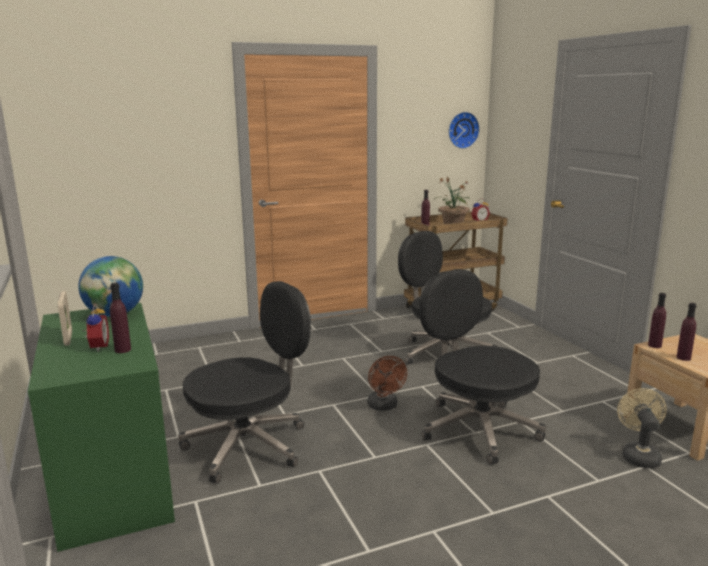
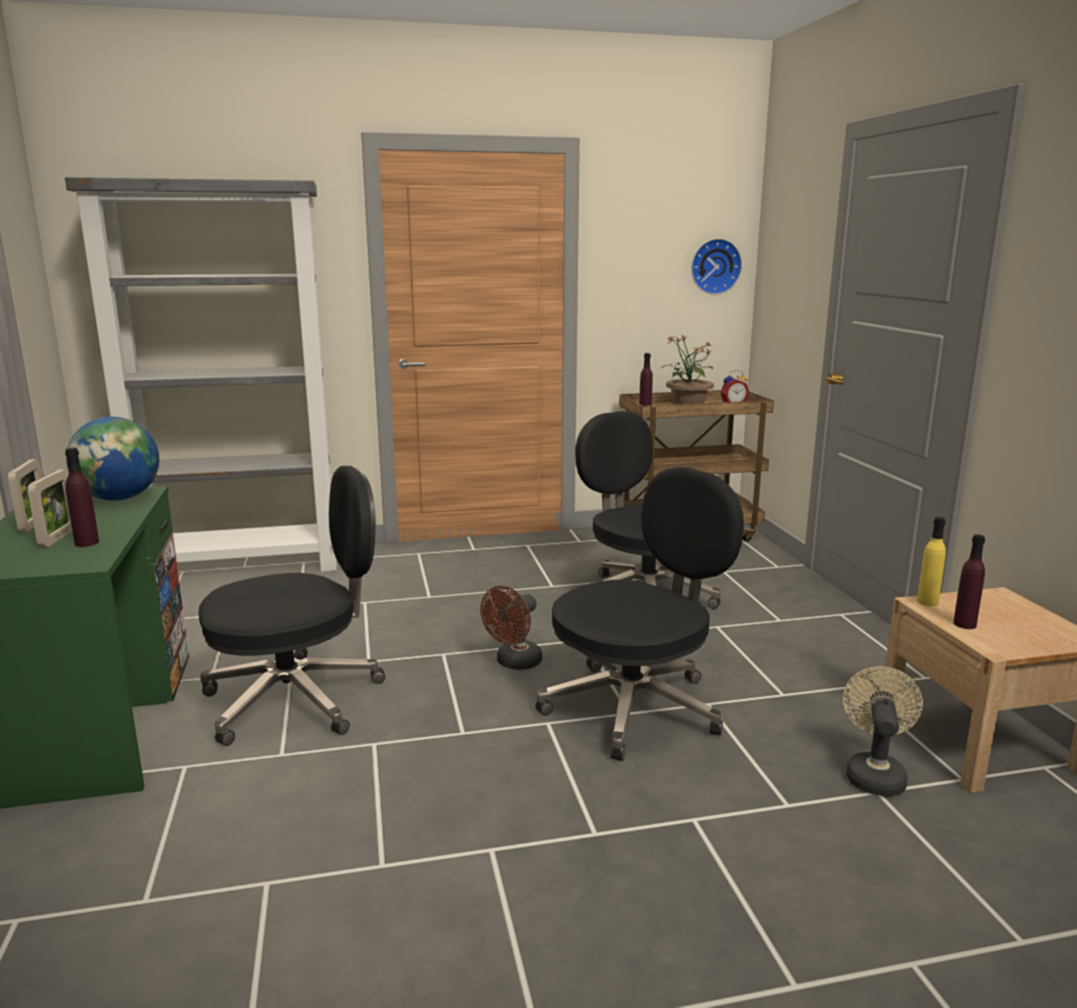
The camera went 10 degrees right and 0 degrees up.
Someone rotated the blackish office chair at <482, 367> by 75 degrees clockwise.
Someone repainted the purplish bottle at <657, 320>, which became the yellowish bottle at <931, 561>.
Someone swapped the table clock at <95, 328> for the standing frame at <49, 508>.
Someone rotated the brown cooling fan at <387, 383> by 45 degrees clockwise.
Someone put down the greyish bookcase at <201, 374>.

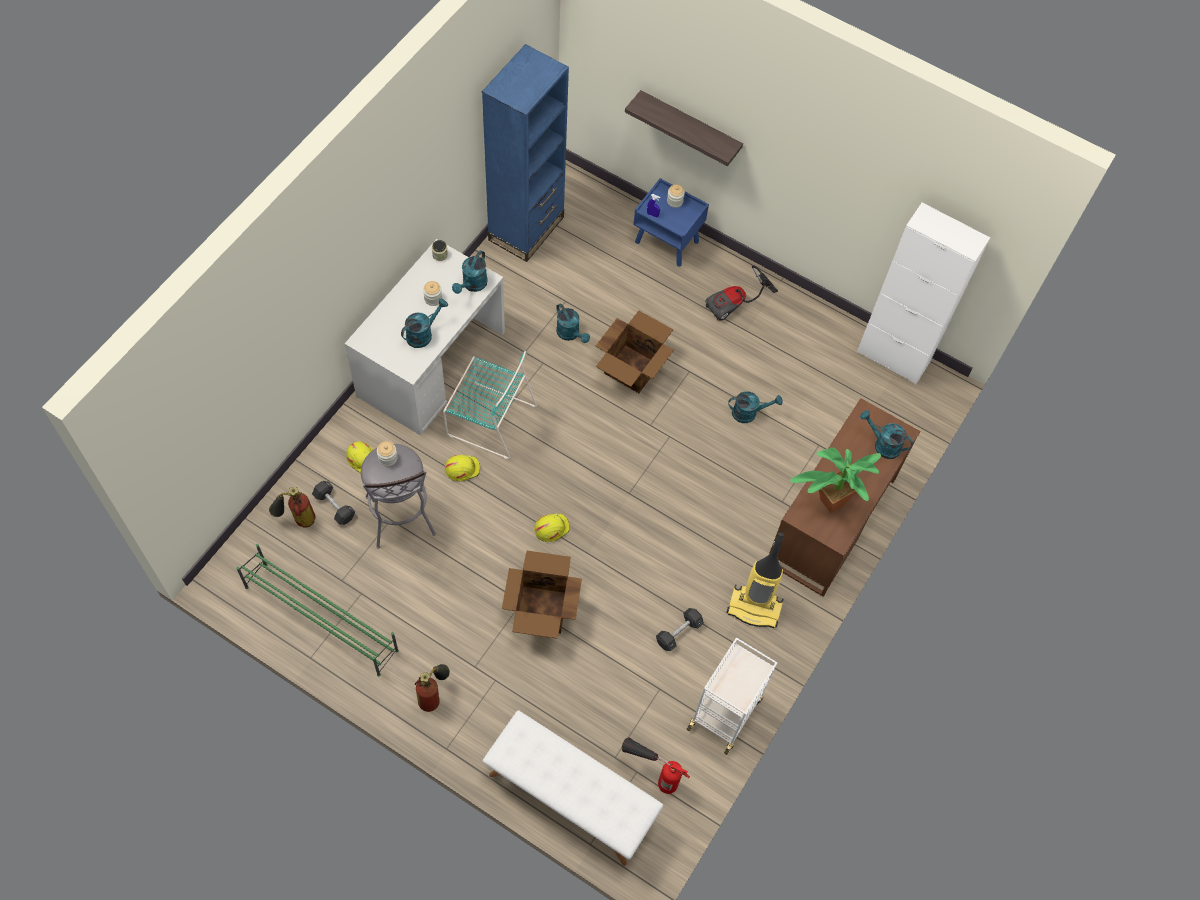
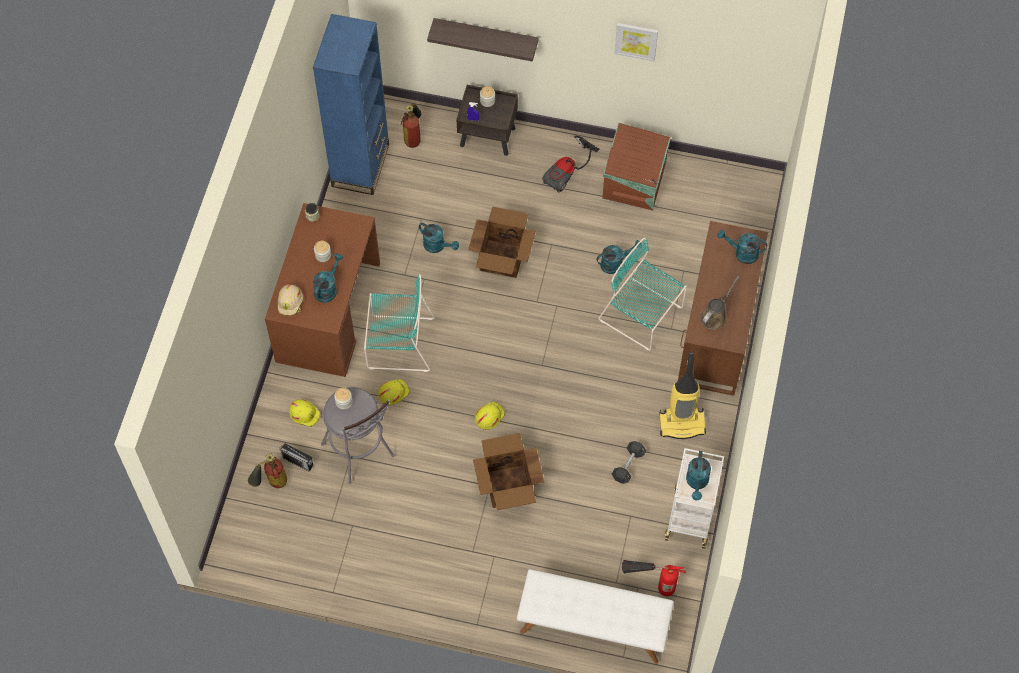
The camera went 15 degrees left and 0 degrees up.
Someone repainted the bluish bedside table at <671, 222>, which became the brown bedside table at <487, 120>.
Someone took away the white-coloured storage cabinet at <923, 293>.
Someone repainted the white-coloured desk table at <425, 337>, which became the brown desk table at <322, 290>.
Someone carried the blue-green watering pot from <470, 272> to <698, 476>.
Someone swapped the potted plant at <835, 480> for the brown watering pot at <719, 303>.
Someone swapped the blackish free weight at <333, 503> for the radio receiver at <296, 457>.
Someone took away the greenish shoe stand at <317, 610>.
Someone carried the fire extinguisher from <432, 688> to <411, 126>.
Someone put up the picture at <636, 42>.
Someone put down the brown storage box at <636, 166>.
Someone put down the blue-green plain chair at <642, 294>.
Someone put down the beige safety helmet at <290, 300>.

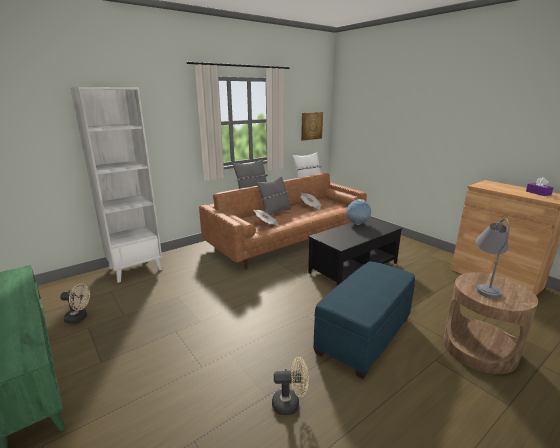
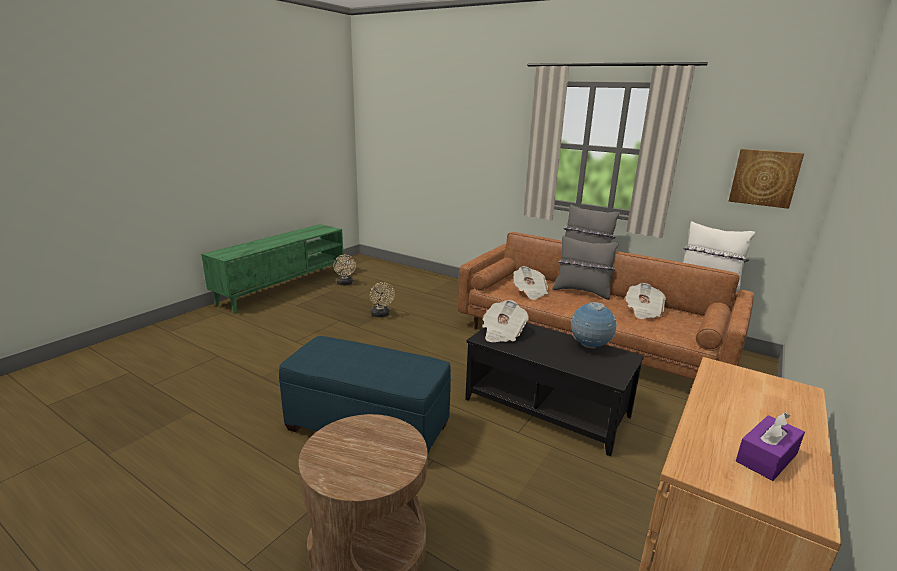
The camera went 70 degrees right and 0 degrees up.
Someone took away the white-coloured bookcase at <116, 185>.
Someone took away the greyish table lamp at <493, 258>.
Someone carried the beige cooling fan from <290, 386> to <382, 299>.
Someone put down the daily paper at <505, 321>.

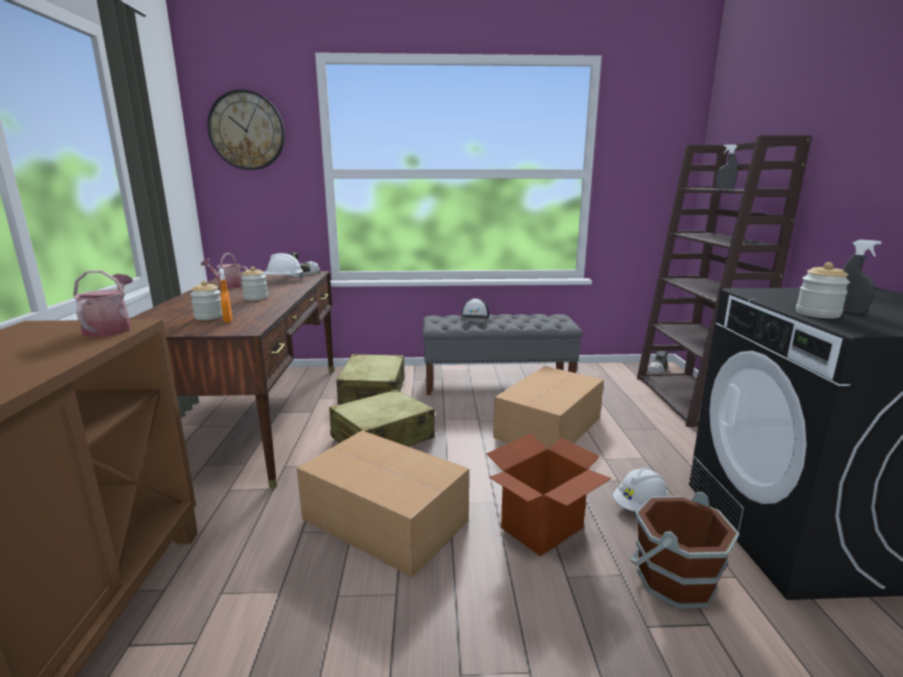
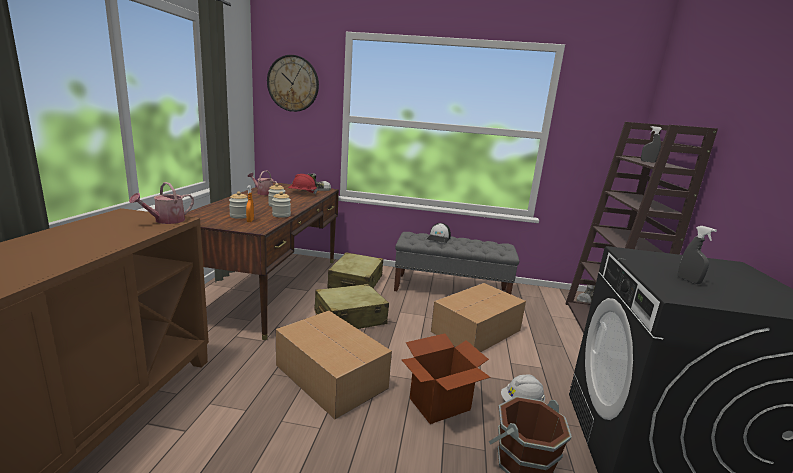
The camera went 10 degrees right and 0 degrees up.
Someone repainted the white-coloured safety helmet at <283, 266>, which became the red-coloured safety helmet at <302, 184>.
Someone carried the preserve jar from <823, 290> to <281, 204>.
Someone rotated the watering pot at <103, 304> by 150 degrees counterclockwise.

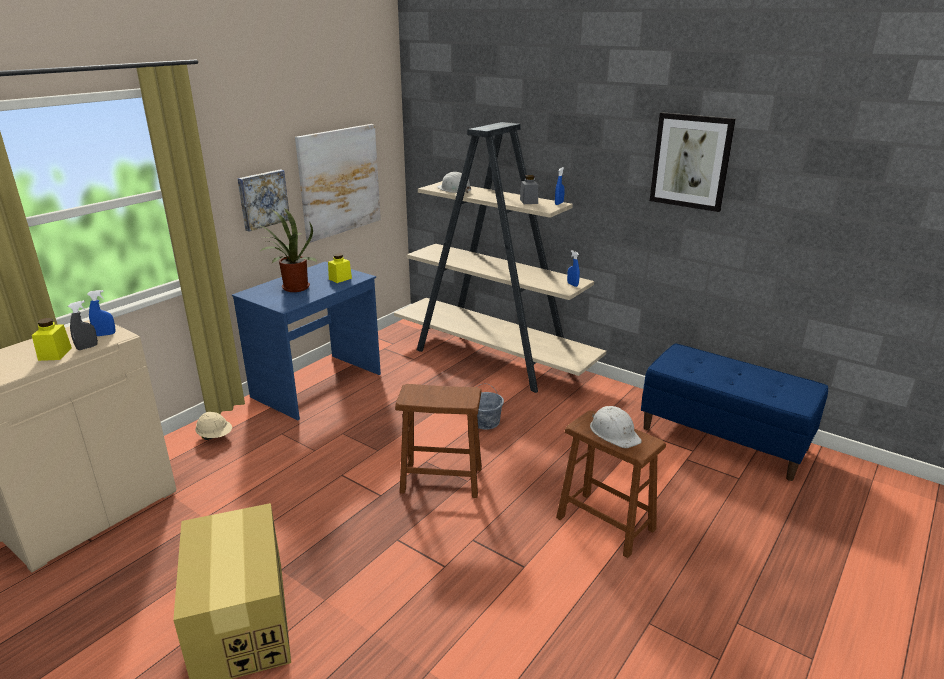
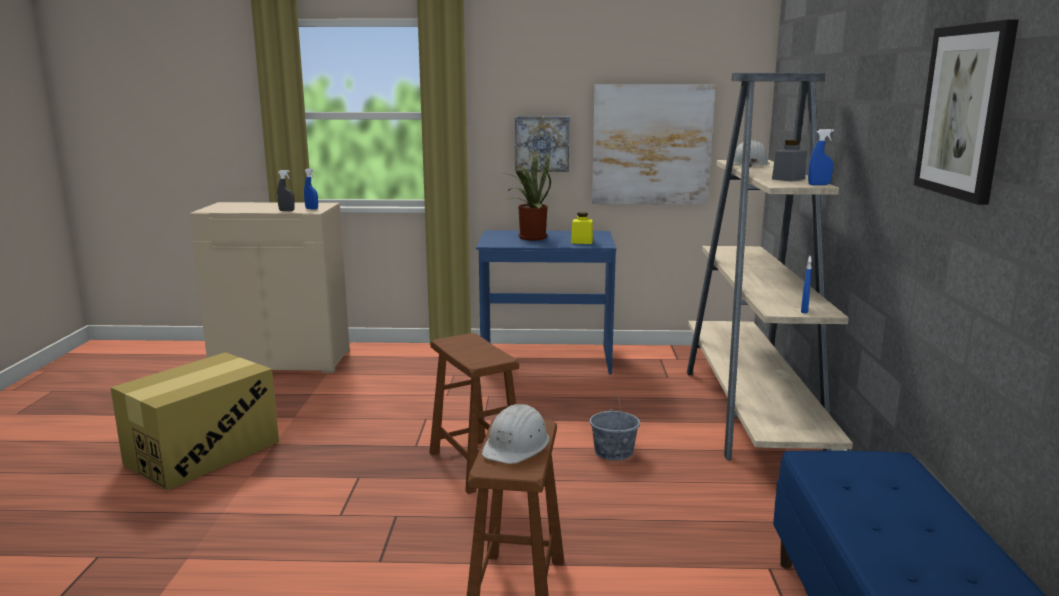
The camera went 55 degrees right and 10 degrees down.
Someone took away the yellowish preserve jar at <52, 339>.
Someone took away the beige safety helmet at <213, 426>.

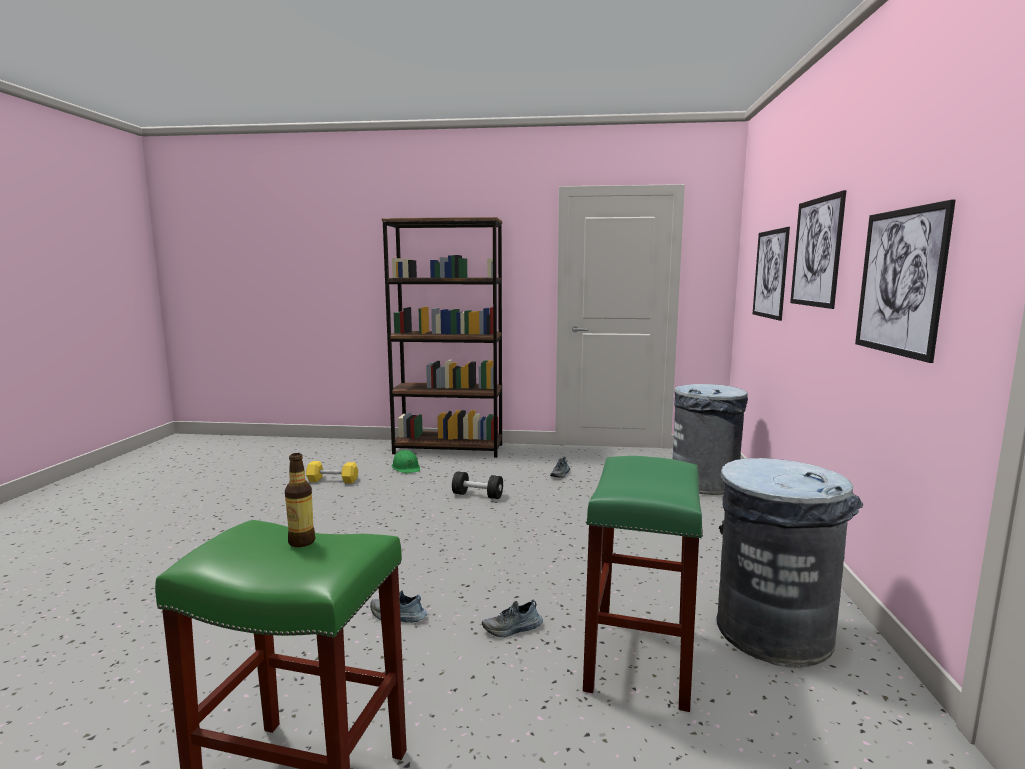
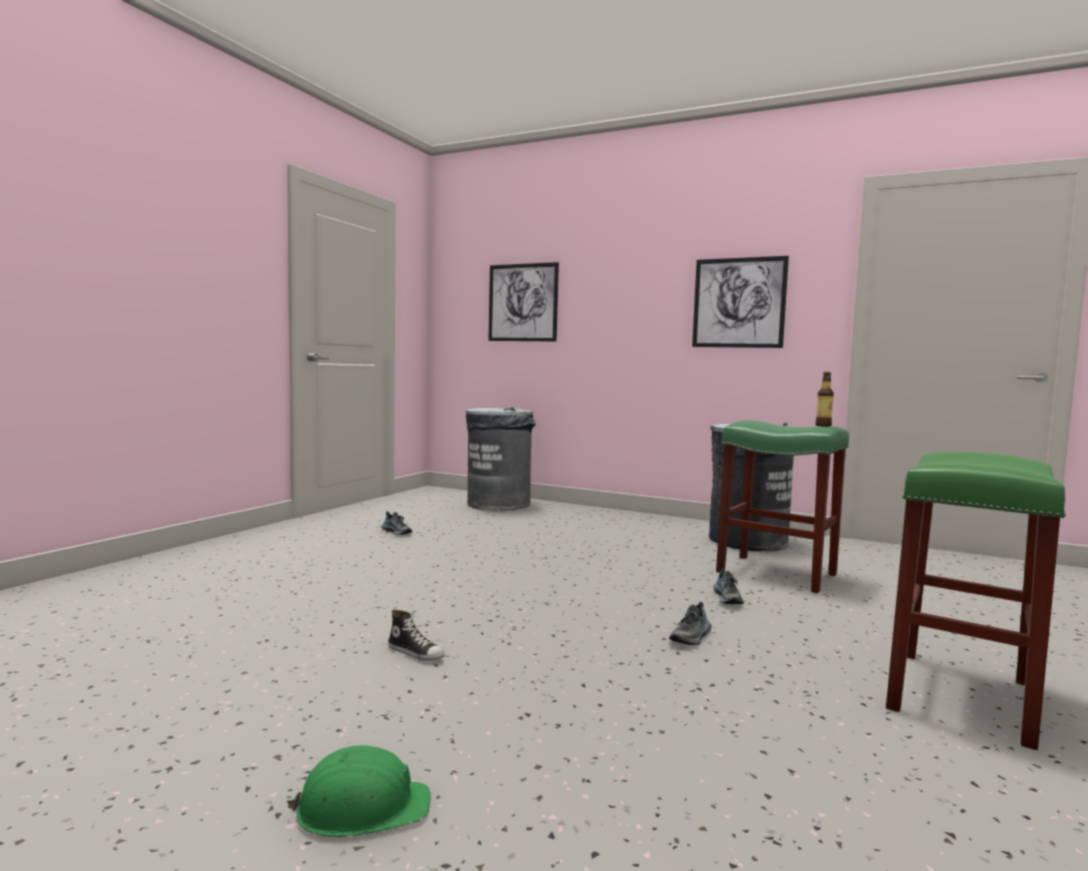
The camera went 70 degrees left and 5 degrees down.
Someone took away the picture at <818, 249>.
Someone took away the brown bookcase at <442, 337>.
Someone carried the greenish safety helmet from <406, 461> to <359, 791>.
Someone carried the bottle from <300, 500> to <824, 399>.
Someone took away the yellowish free weight at <332, 472>.
Someone took away the blackish free weight at <477, 485>.
Someone put down the low shoe at <416, 635>.

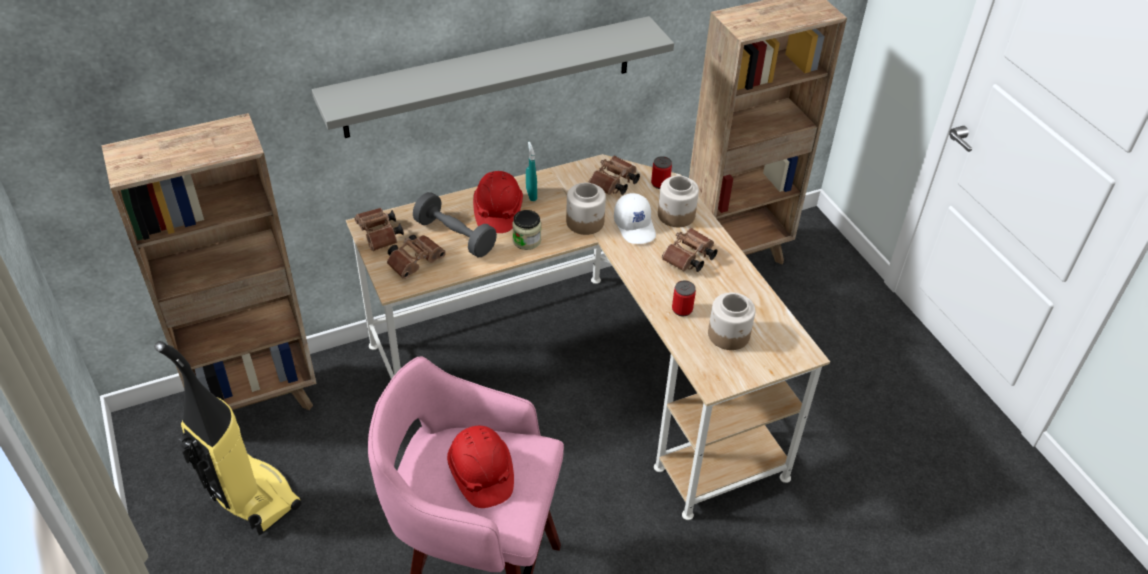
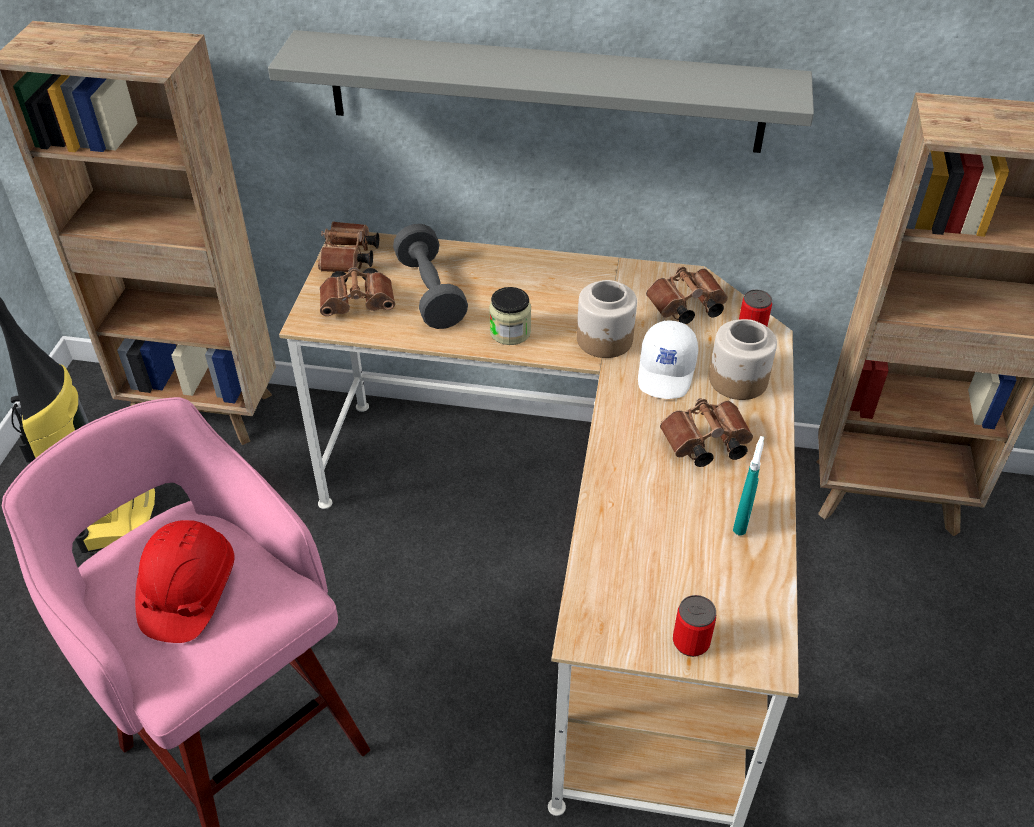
The camera went 35 degrees right and 0 degrees up.
Someone carried the blue-green sprayer from <531, 171> to <748, 486>.
Someone took away the red-coloured safety helmet at <498, 202>.
Someone carried the can from <684, 298> to <694, 626>.
Someone took away the preserve jar at <732, 321>.

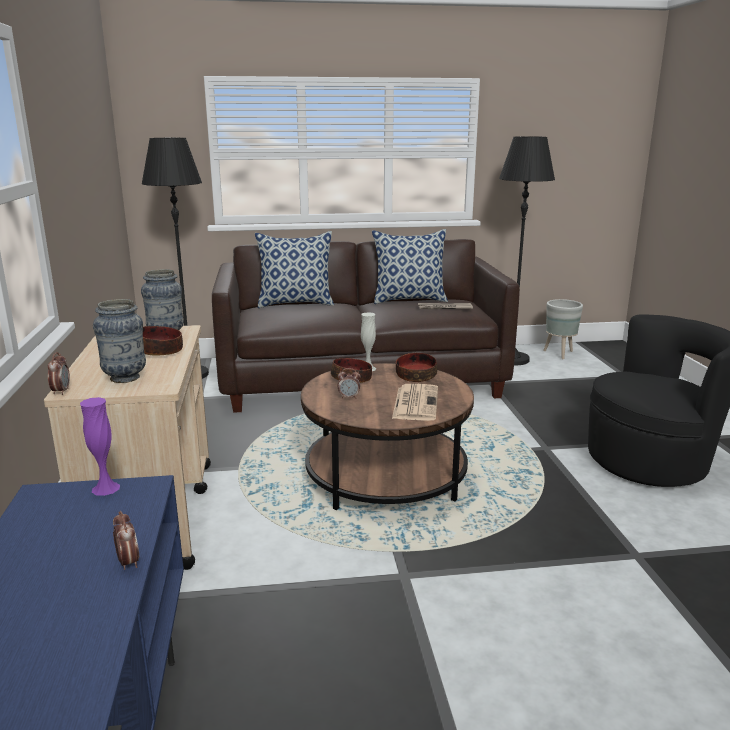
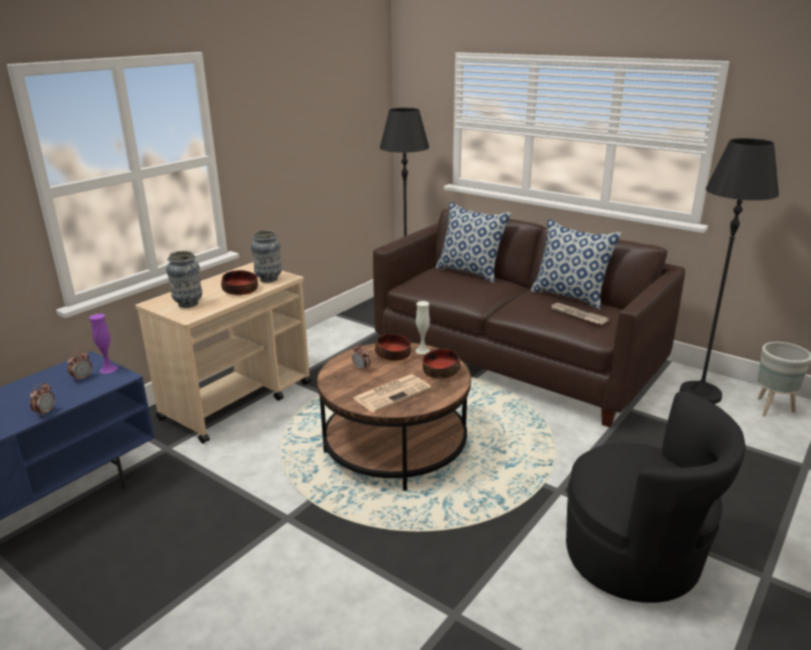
The camera went 45 degrees right and 5 degrees up.
Someone carried the table clock from <59, 373> to <79, 366>.

